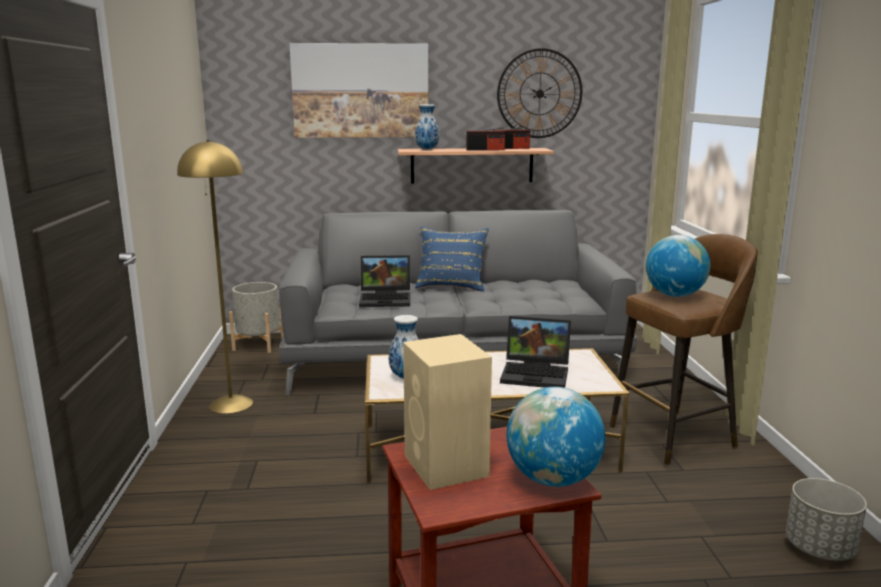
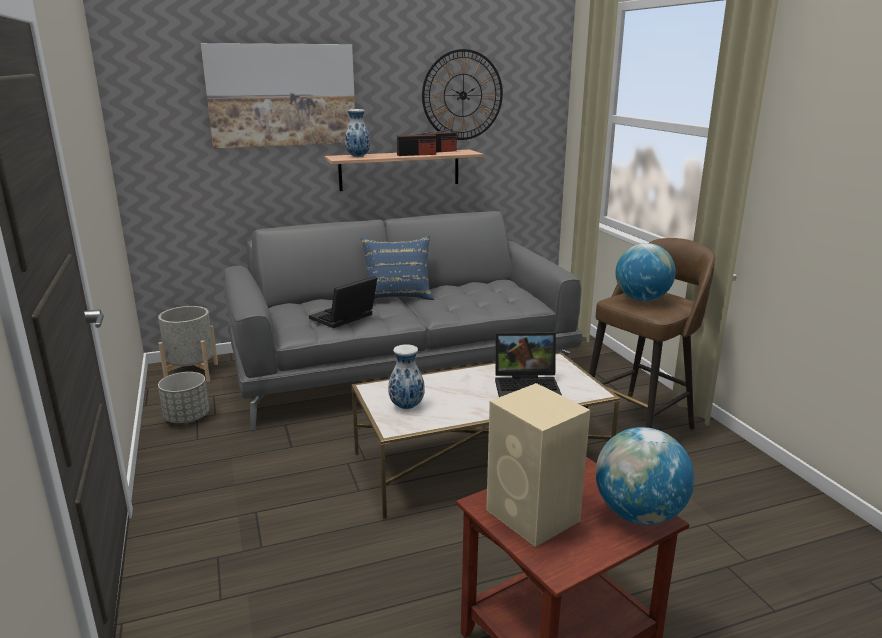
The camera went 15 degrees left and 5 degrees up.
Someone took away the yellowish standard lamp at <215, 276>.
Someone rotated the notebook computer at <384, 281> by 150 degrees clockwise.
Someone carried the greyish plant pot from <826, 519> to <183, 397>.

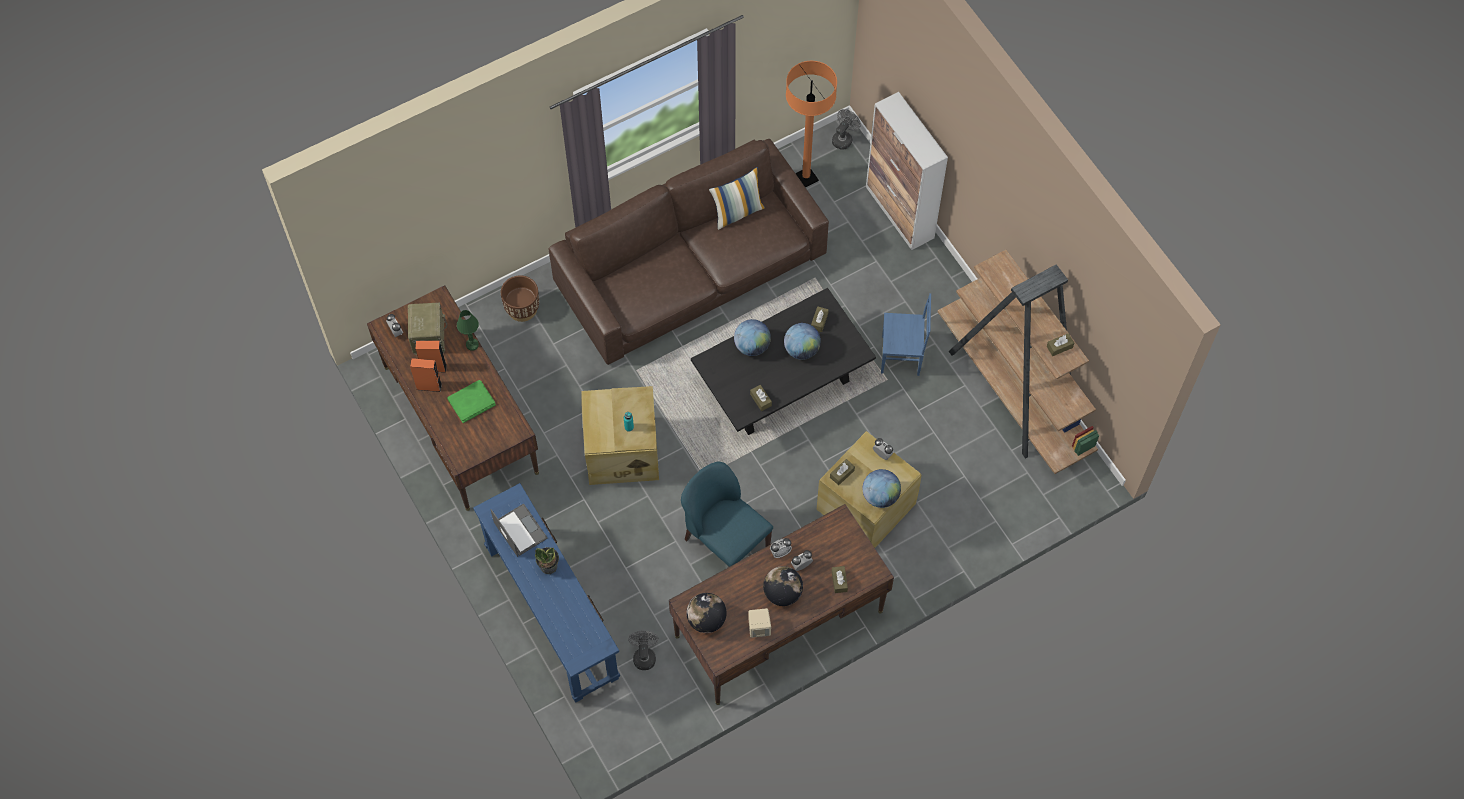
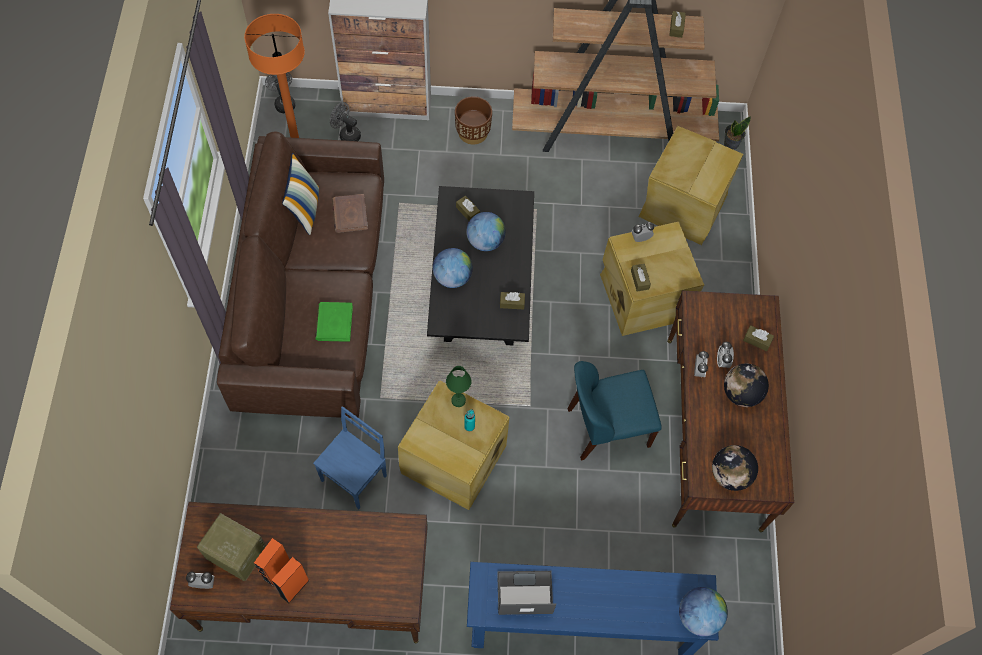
The camera went 60 degrees left and 0 degrees up.
Someone carried the brown plant pot from <520, 298> to <473, 120>.
Someone carried the bluish plain chair from <906, 334> to <350, 457>.
Someone carried the greenish table lamp from <468, 330> to <459, 386>.
Someone carried the greenish volume from <471, 401> to <334, 322>.
Someone carried the globe from <881, 488> to <703, 611>.
Someone carried the potted plant from <547, 560> to <737, 133>.
Someone took away the beige loudspeaker at <759, 623>.
Someone carried the greyish cooling fan from <643, 650> to <345, 121>.
Someone put down the beige storage box at <690, 185>.
Someone put down the brown volume at <350, 213>.

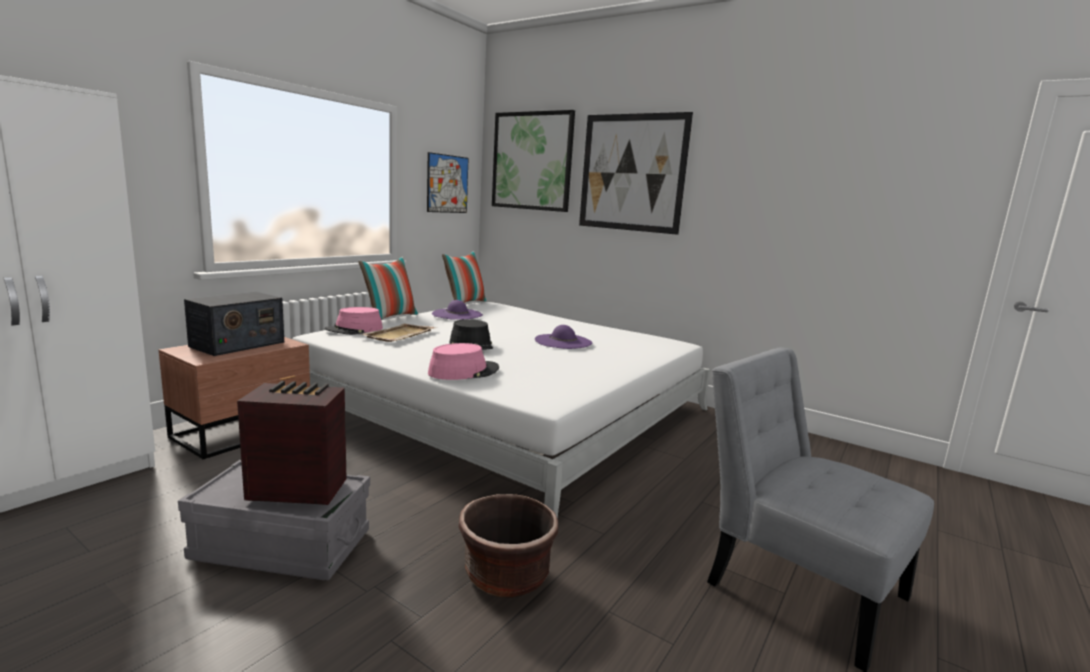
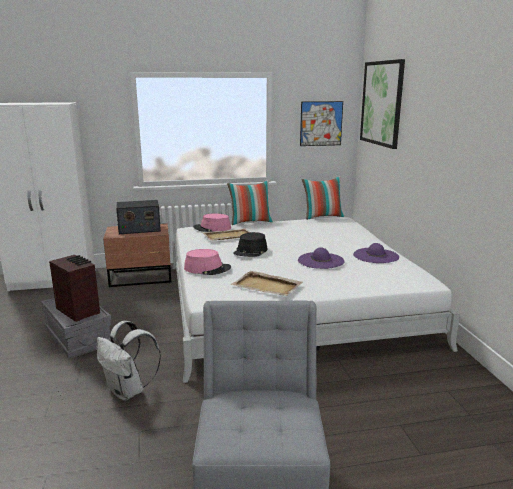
The camera went 45 degrees right and 5 degrees up.
Someone took away the picture at <636, 173>.
Someone carried the purplish hat from <457, 310> to <376, 253>.
Someone swapped the brown plant pot at <508, 546> for the white-coloured knapsack at <129, 361>.
Someone put down the beige tray at <267, 283>.

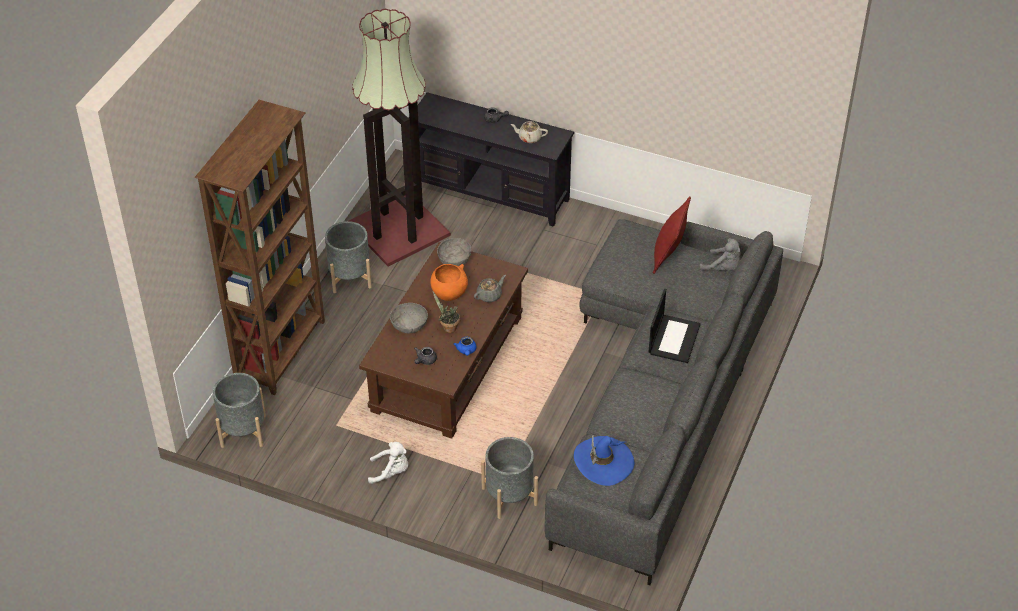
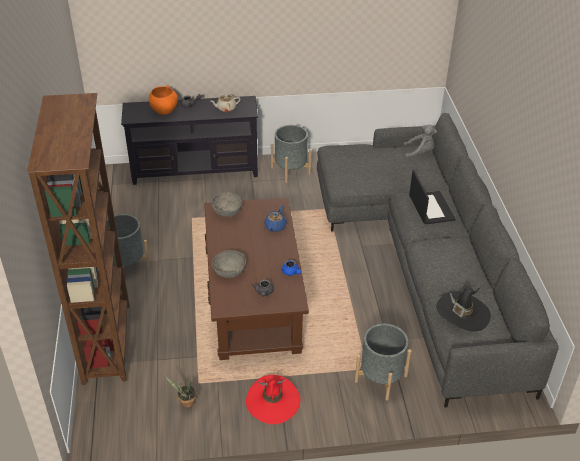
The camera went 30 degrees left and 5 degrees down.
Someone took away the standard lamp at <400, 138>.
Someone took away the red-coloured cushion at <672, 235>.
Someone carried the orange-coloured deep dish from <449, 282> to <163, 100>.
Someone repainted the greyish tea pot at <490, 288>, which became the bluish tea pot at <275, 218>.
Someone carried the potted plant from <446, 312> to <180, 392>.
Someone carried the greyish plant pot from <239, 410> to <291, 154>.
Someone repainted the bluish hat at <604, 460>, which became the blackish hat at <463, 309>.
Someone swapped the white-coloured soft toy at <388, 463> for the red-coloured hat at <273, 399>.

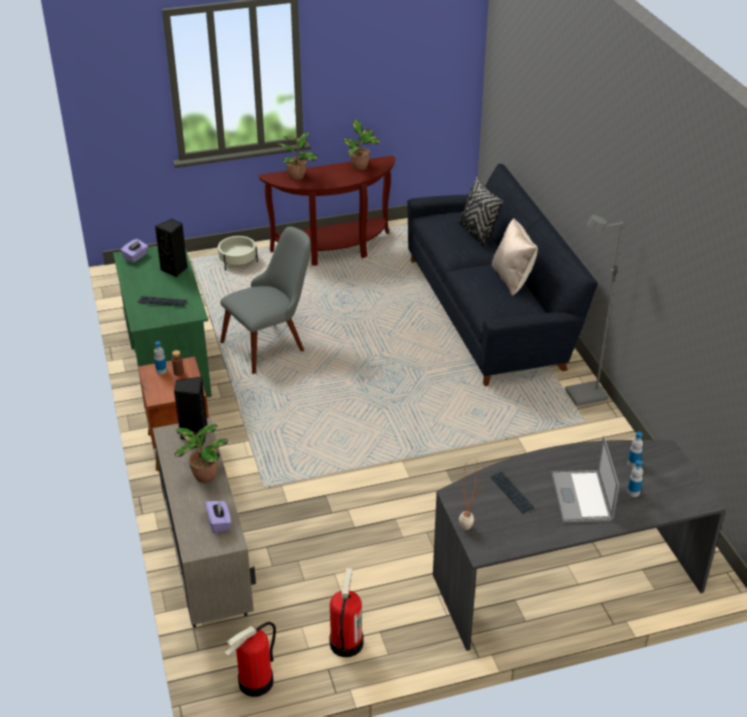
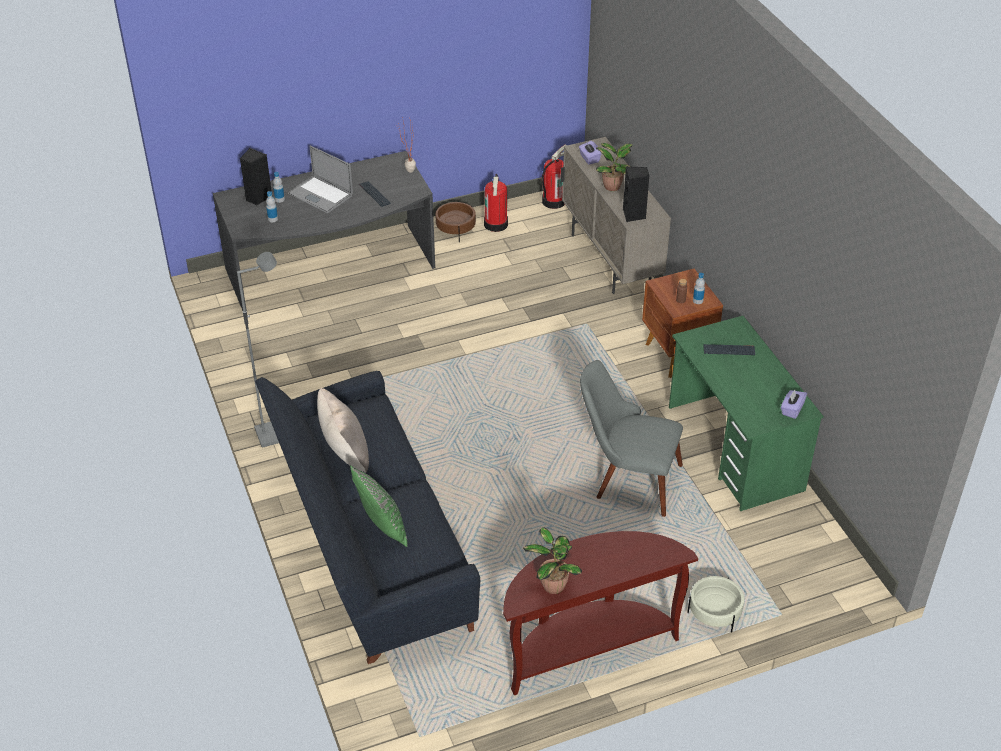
The camera went 175 degrees right and 5 degrees up.
Someone took away the potted plant at <297, 156>.
Someone repainted the blackish cushion at <481, 212>, which became the greenish cushion at <379, 506>.
Someone carried the blackish loudspeaker from <171, 248> to <256, 176>.
Someone rotated the greyish plain chair at <265, 300> by 60 degrees clockwise.
Someone rotated the notebook computer at <585, 479> by 135 degrees clockwise.
Someone put down the brown plant pot at <456, 222>.

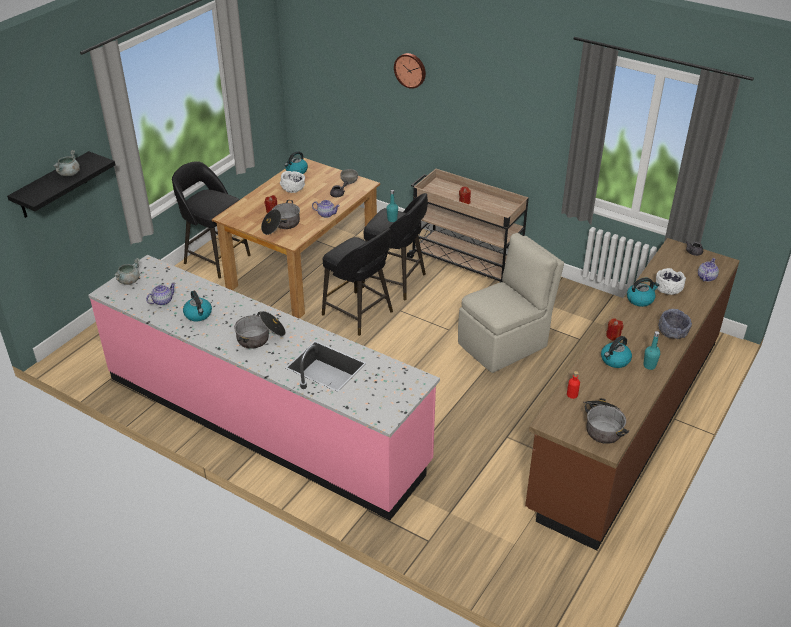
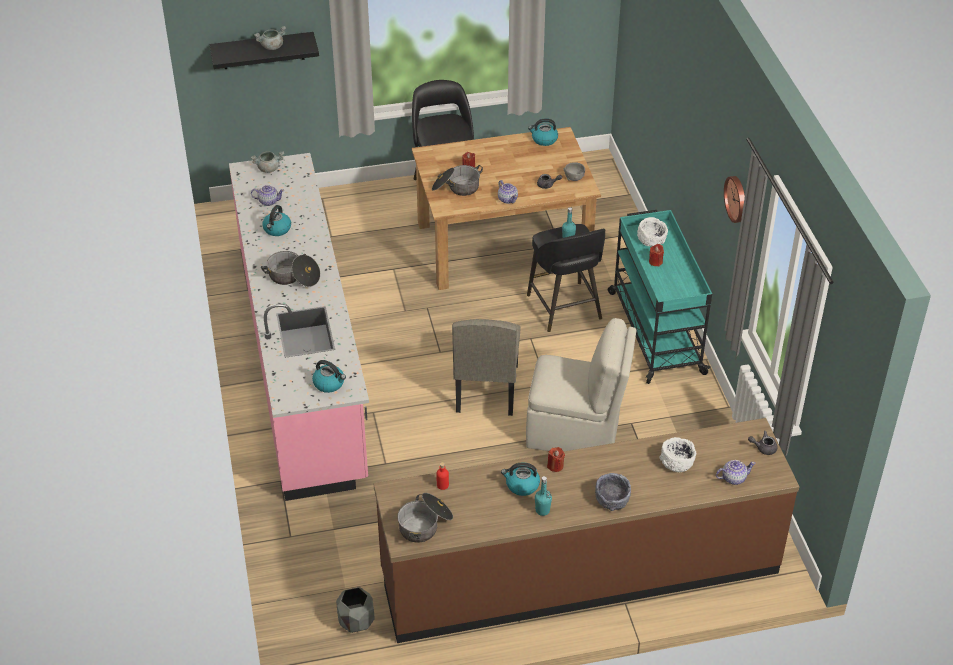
The camera went 45 degrees right and 5 degrees up.
Someone carried the hanging clock from <410, 71> to <734, 199>.
Someone repainted the beige cart at <468, 225>, which became the blue-green cart at <660, 297>.
Someone carried the white-coloured deep dish from <292, 182> to <652, 232>.
Someone took away the blackish sitting stool at <357, 282>.
Someone carried the water kettle from <643, 292> to <329, 376>.
Someone put down the beige plain chair at <486, 367>.
Someone put down the greyish plant pot at <355, 610>.

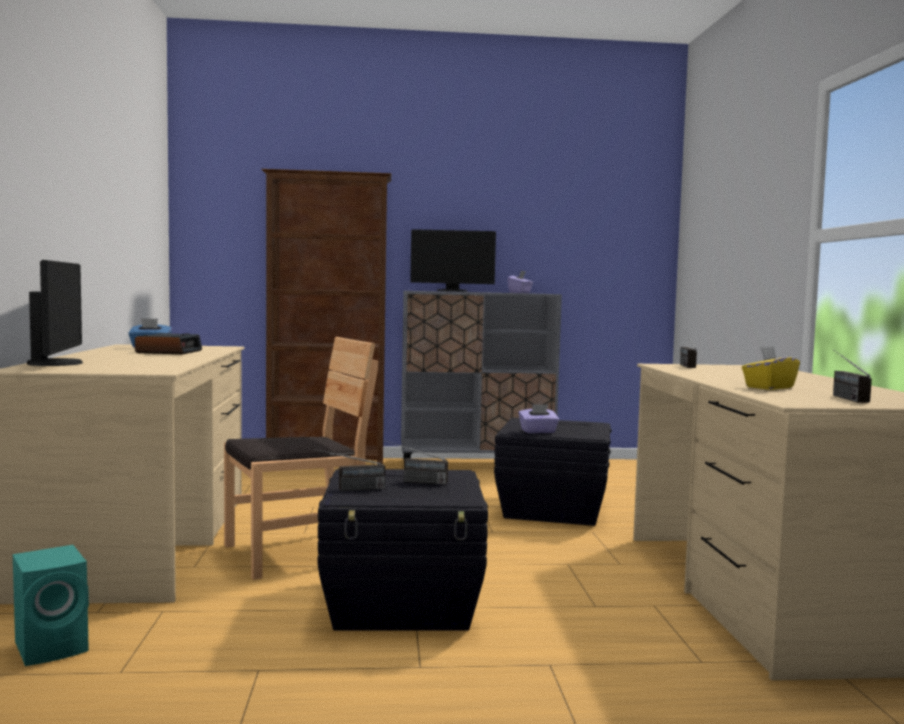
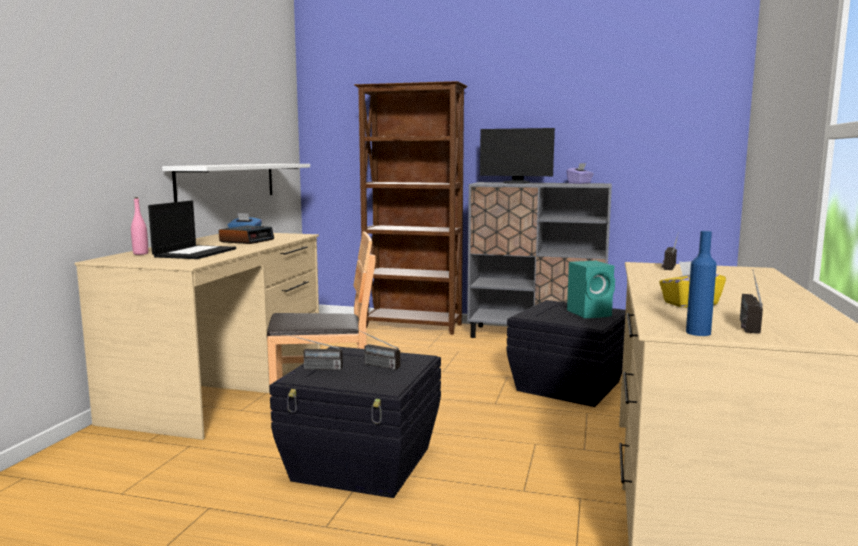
The camera went 20 degrees right and 5 degrees up.
Someone swapped the computer screen at <55, 313> for the pinkish bottle at <139, 226>.
Someone took away the purplish tissue box at <539, 418>.
Someone carried the blue-green loudspeaker from <51, 605> to <591, 289>.
Someone put up the white-coloured shelf at <236, 183>.
Someone put down the notebook computer at <192, 229>.
Someone put down the bluish bottle at <701, 283>.

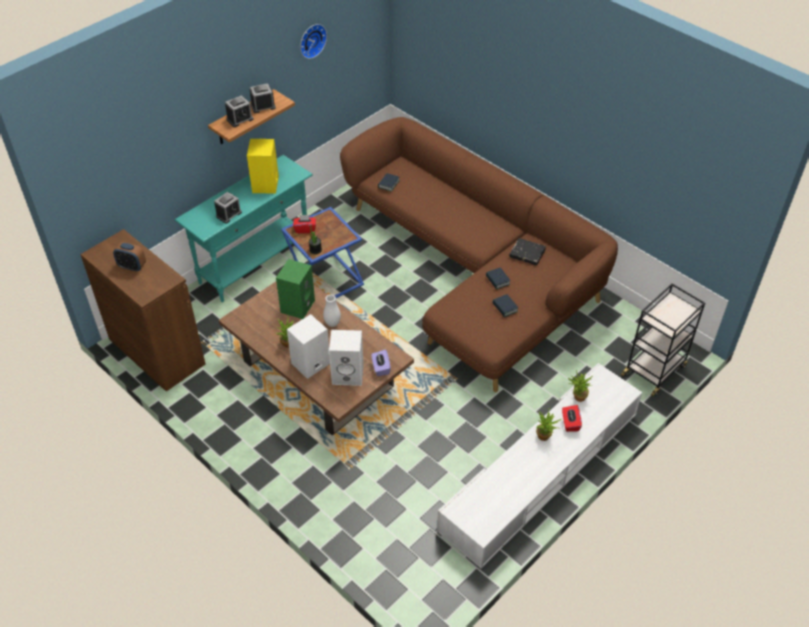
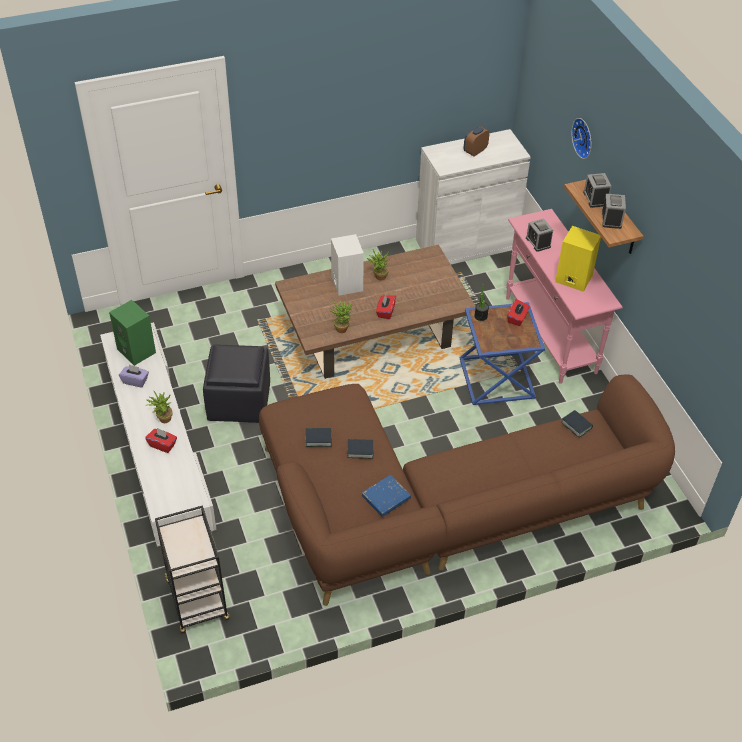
The camera went 115 degrees right and 0 degrees up.
Someone carried the hanging clock from <313, 41> to <581, 138>.
Someone repainted the blue-green hall table at <244, 228>, which became the pinkish hall table at <564, 296>.
Someone repainted the brown storage cabinet at <142, 310>, which became the white-coloured storage cabinet at <473, 196>.
Someone repainted the blackish volume at <527, 252>, which became the bluish volume at <386, 496>.
Someone carried the greenish loudspeaker from <295, 289> to <132, 333>.
Someone swapped the white-coloured vase at <332, 310> for the red-coloured tissue box at <386, 306>.
Someone took away the white-coloured loudspeaker at <346, 358>.
Someone carried the purplish tissue box from <381, 362> to <134, 376>.
Someone carried the potted plant from <580, 386> to <341, 316>.
Someone put down the blackish pouffe at <236, 383>.

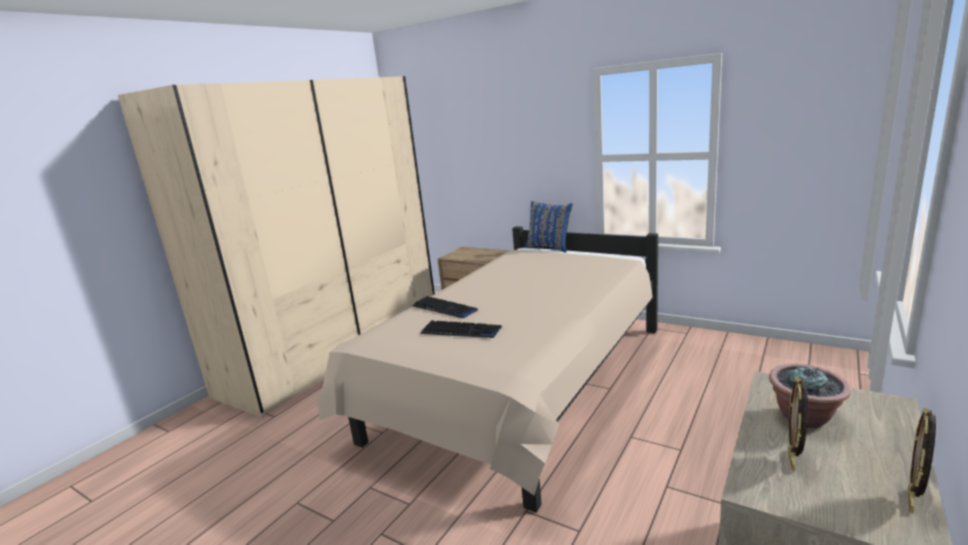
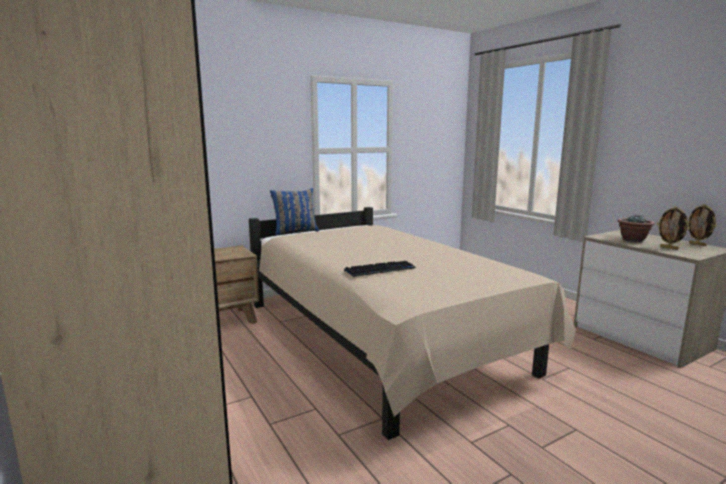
The camera went 65 degrees left and 5 degrees down.
Someone took away the PC keyboard at <461, 329>.

